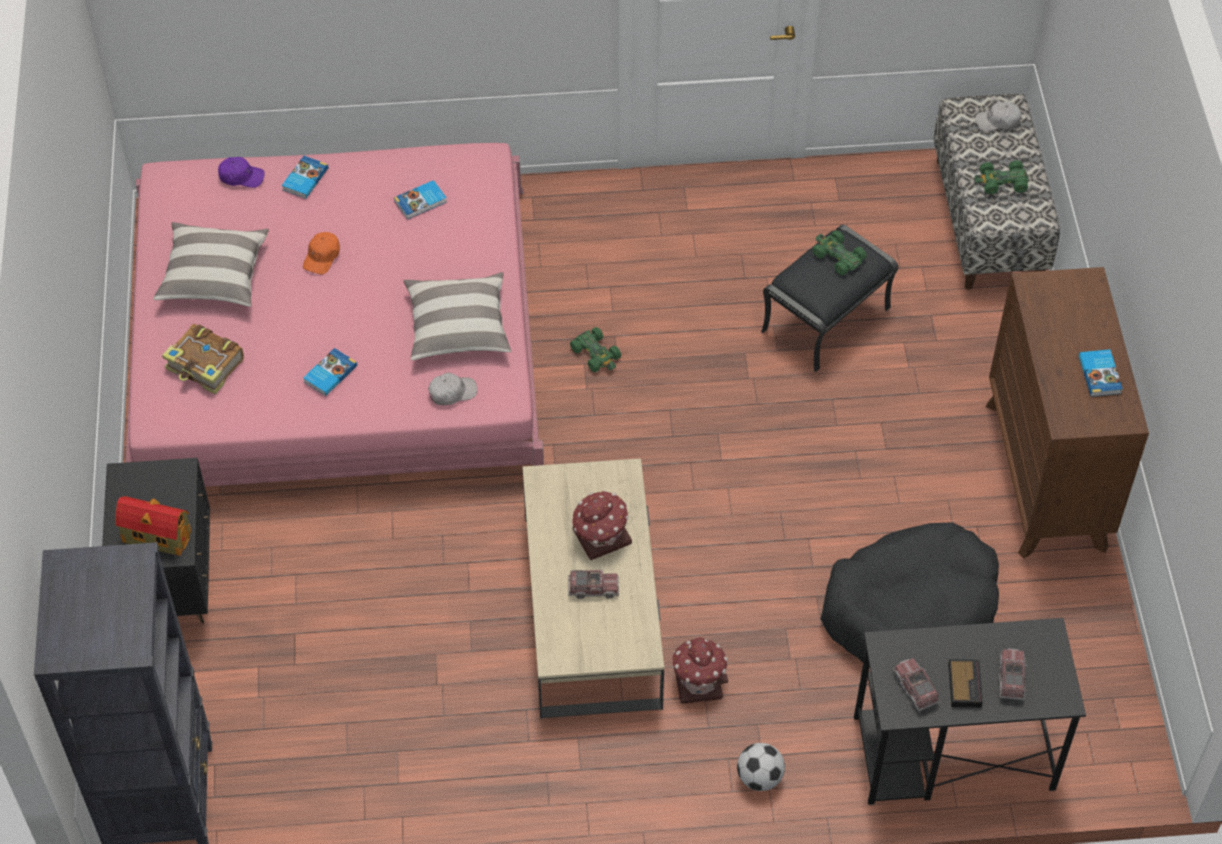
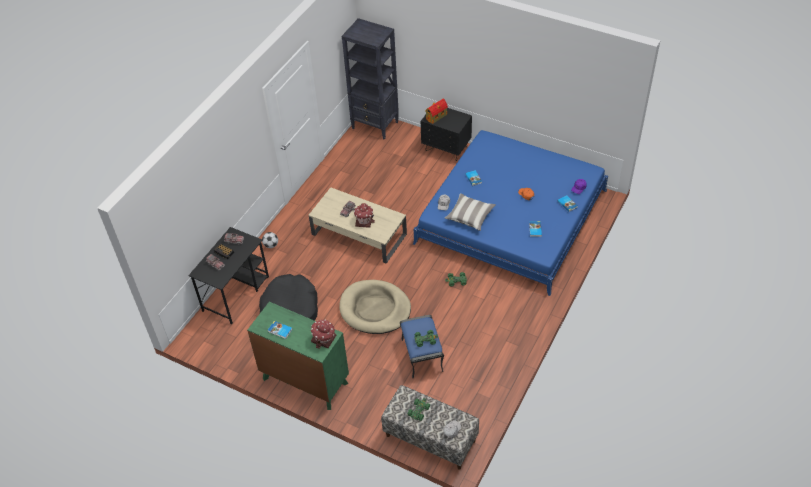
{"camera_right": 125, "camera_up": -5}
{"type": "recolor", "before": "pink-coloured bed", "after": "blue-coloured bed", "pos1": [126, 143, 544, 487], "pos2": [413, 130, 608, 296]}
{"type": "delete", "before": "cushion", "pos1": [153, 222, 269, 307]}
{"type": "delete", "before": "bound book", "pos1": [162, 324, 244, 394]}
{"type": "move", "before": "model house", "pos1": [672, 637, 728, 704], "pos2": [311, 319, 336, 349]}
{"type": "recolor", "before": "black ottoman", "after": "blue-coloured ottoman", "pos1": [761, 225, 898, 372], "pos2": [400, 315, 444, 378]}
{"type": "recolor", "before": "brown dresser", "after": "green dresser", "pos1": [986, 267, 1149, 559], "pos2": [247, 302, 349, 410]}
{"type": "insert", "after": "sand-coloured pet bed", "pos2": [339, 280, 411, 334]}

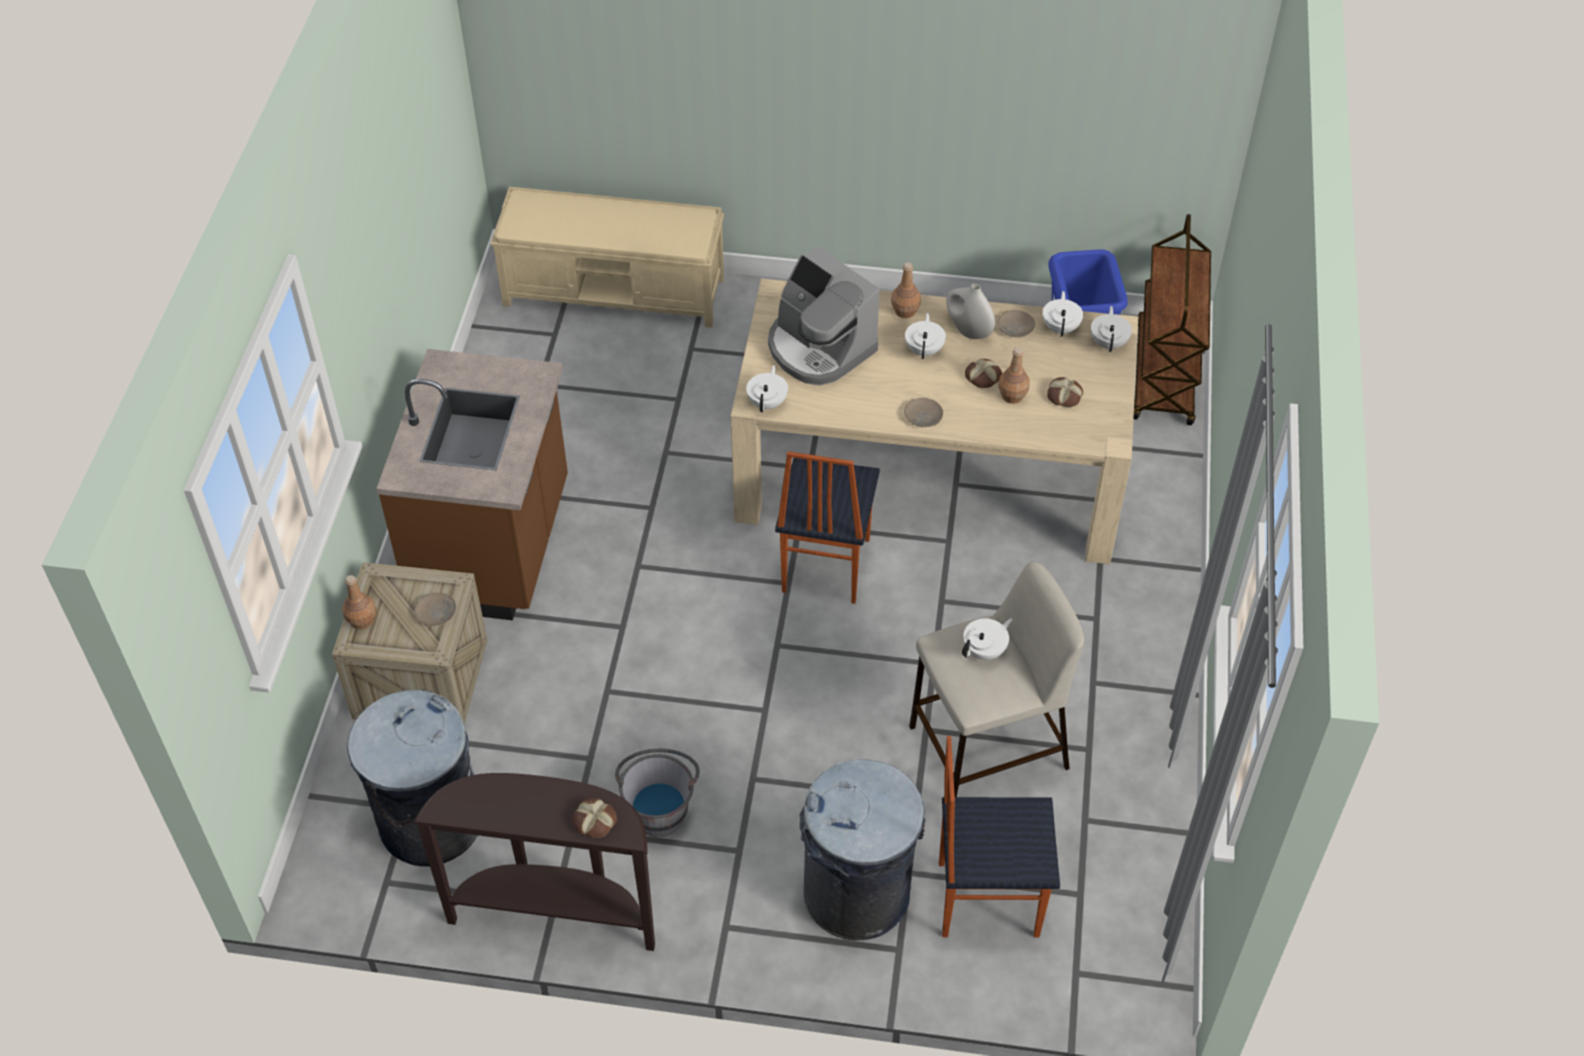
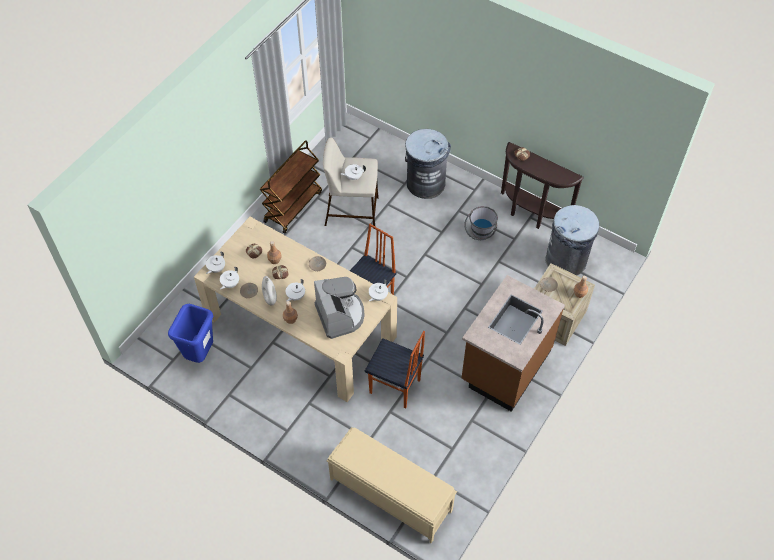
{"camera_right": -155, "camera_up": 5}
{"type": "move", "before": "upright chair", "pos1": [939, 736, 1060, 938], "pos2": [365, 331, 425, 409]}
{"type": "move", "before": "brown wheeled cart", "pos1": [1133, 214, 1211, 425], "pos2": [260, 140, 322, 234]}

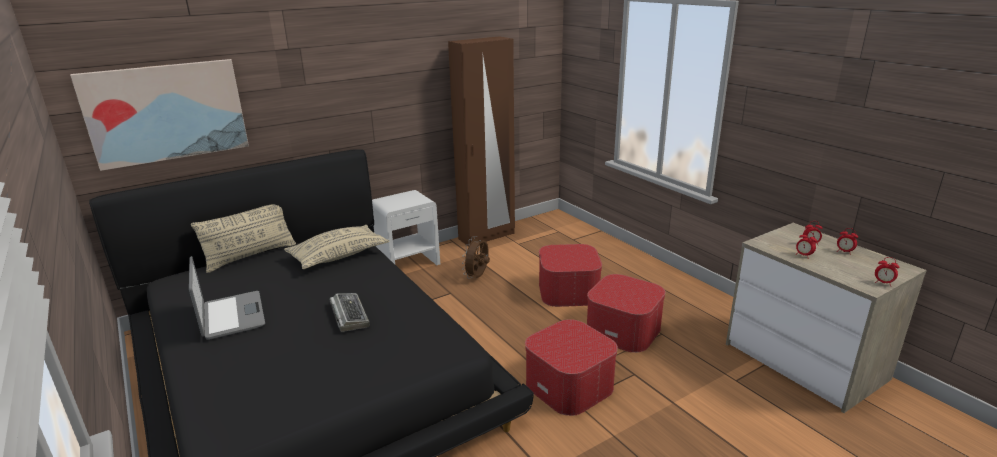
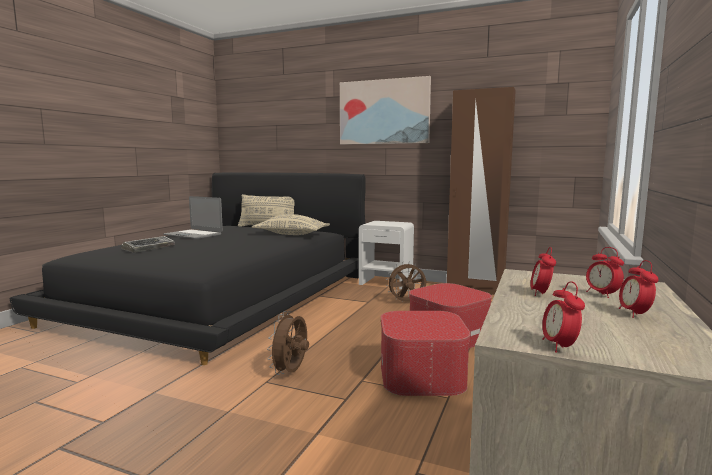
{"camera_right": 55, "camera_up": -15}
{"type": "move", "before": "picture", "pos1": [70, 59, 249, 171], "pos2": [340, 76, 431, 145]}
{"type": "rotate", "before": "laptop", "pos1": [189, 256, 265, 340], "pos2": [163, 196, 223, 239], "turn": 90}
{"type": "move", "before": "keyboard", "pos1": [330, 293, 370, 332], "pos2": [121, 236, 175, 253]}
{"type": "replace", "before": "ottoman", "after": "brown electric fan", "pos1": [525, 319, 618, 416], "pos2": [267, 311, 309, 375]}

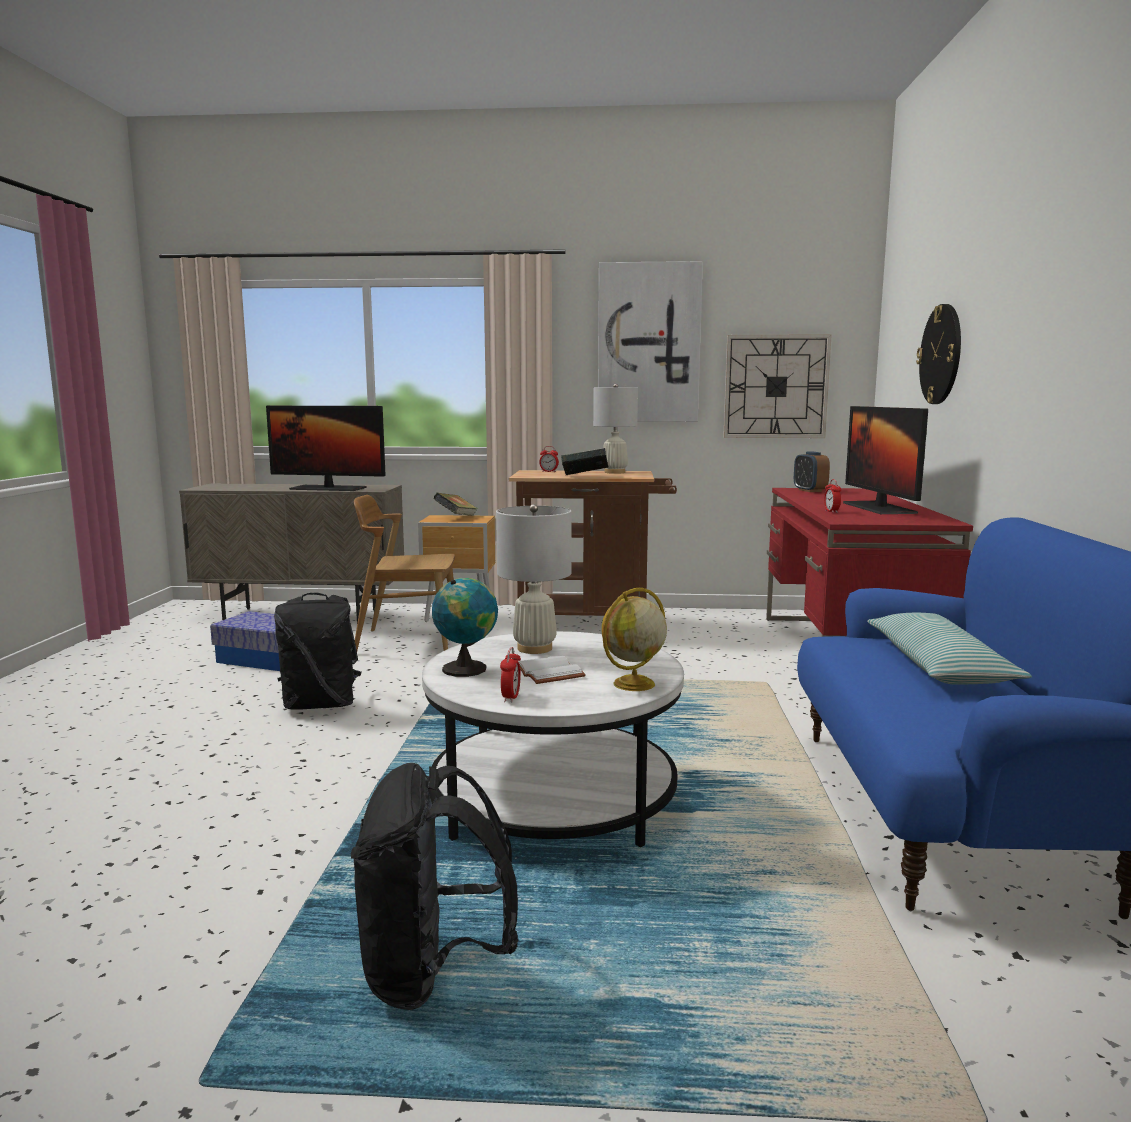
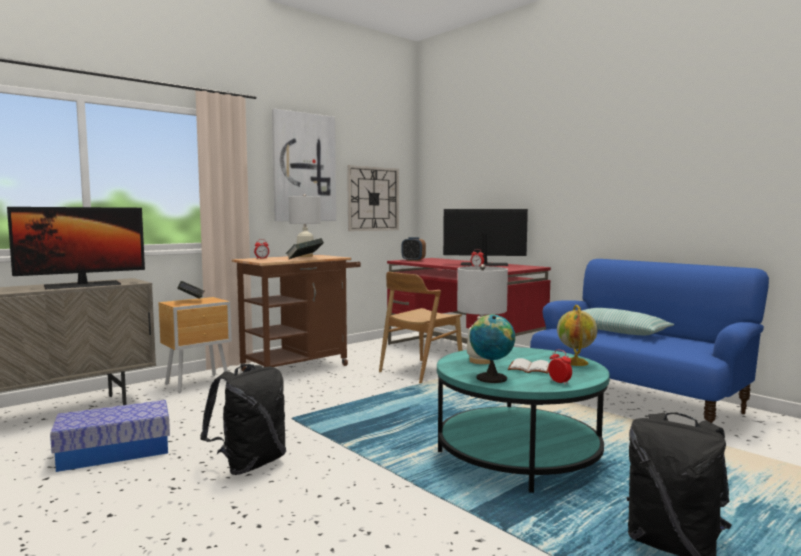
{"camera_right": -45, "camera_up": -5}
{"type": "move", "before": "brown upright chair", "pos1": [354, 495, 455, 651], "pos2": [379, 272, 463, 383]}
{"type": "recolor", "before": "white lounge table", "after": "turquoise-coloured lounge table", "pos1": [422, 631, 684, 847], "pos2": [437, 347, 610, 493]}
{"type": "rotate", "before": "computer display", "pos1": [843, 406, 928, 514], "pos2": [443, 209, 528, 266], "turn": 150}
{"type": "delete", "before": "hanging clock", "pos1": [916, 304, 961, 404]}

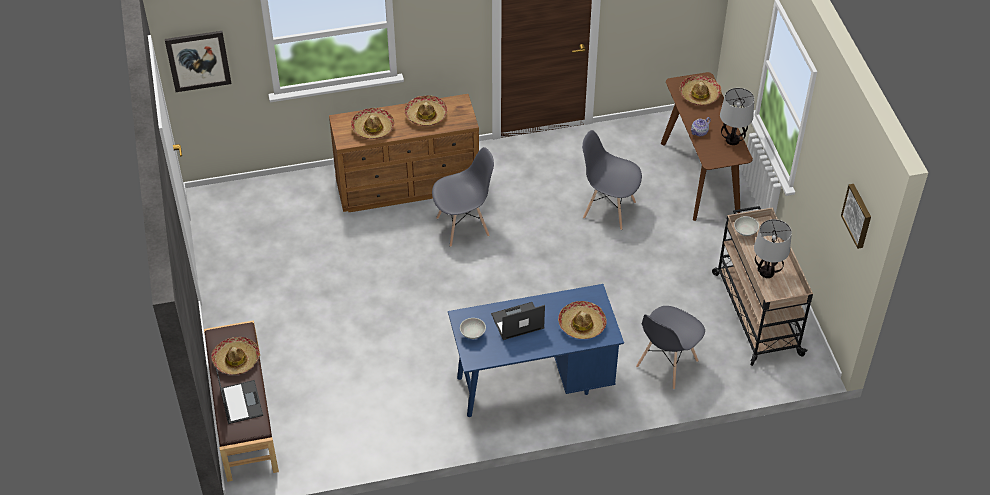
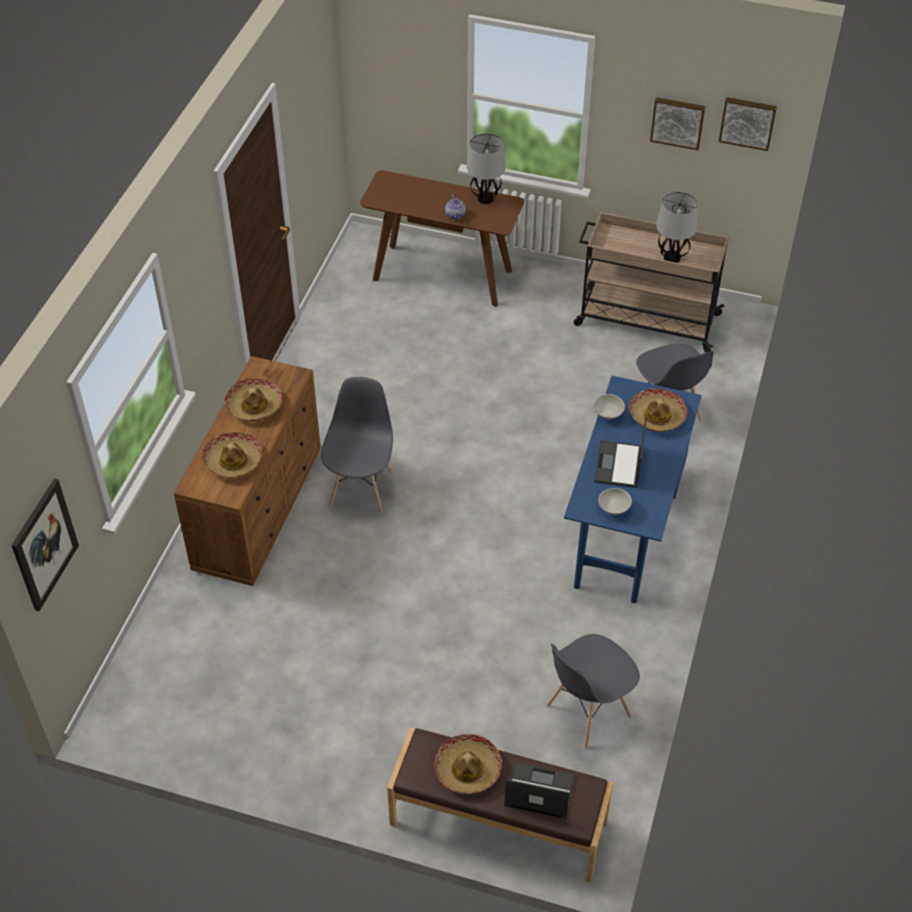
{"camera_right": -60, "camera_up": 0}
{"type": "move", "before": "grey upright chair", "pos1": [582, 130, 642, 230], "pos2": [546, 634, 640, 748]}
{"type": "delete", "before": "clothing hat", "pos1": [679, 75, 721, 106]}
{"type": "move", "before": "white serving bowl", "pos1": [734, 216, 759, 236], "pos2": [593, 394, 625, 420]}
{"type": "insert", "after": "picture", "pos2": [650, 97, 705, 150]}

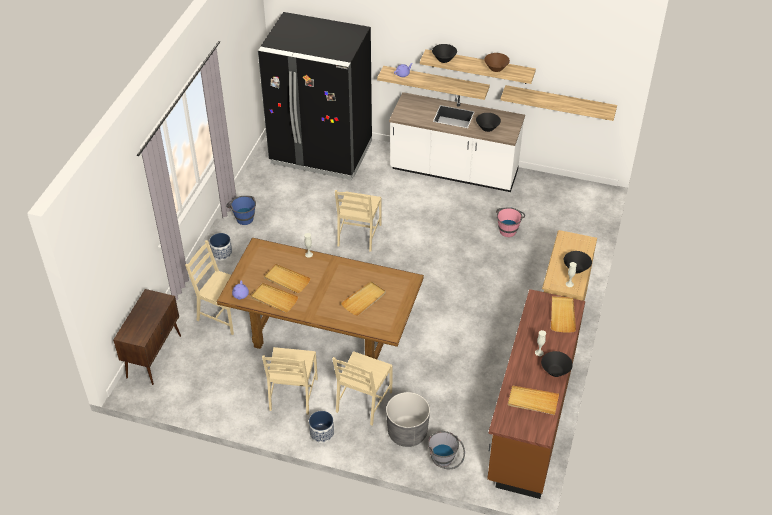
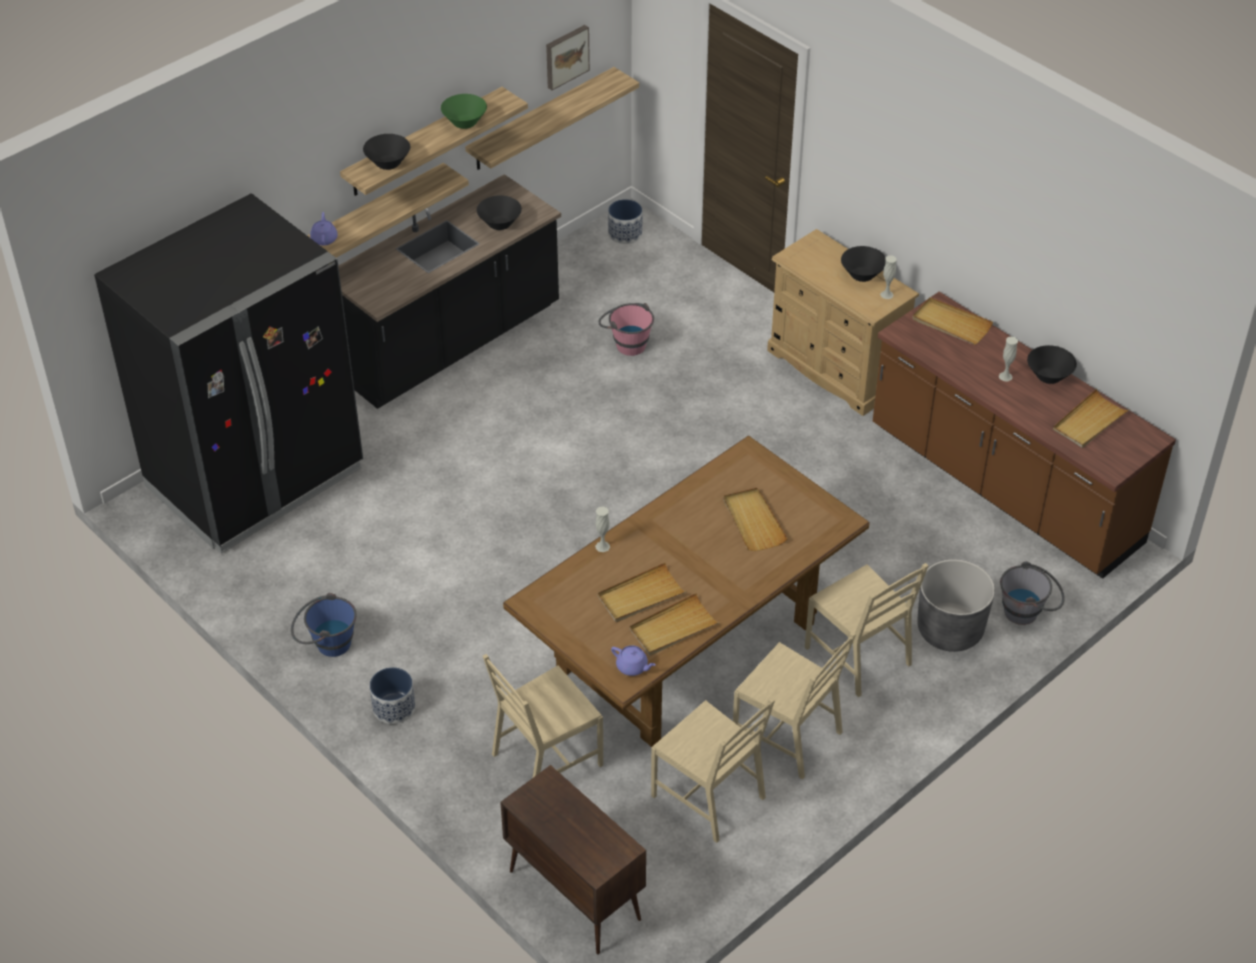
{"camera_right": -60, "camera_up": 0}
{"type": "move", "before": "plant pot", "pos1": [309, 411, 334, 443], "pos2": [608, 199, 642, 244]}
{"type": "move", "before": "sand-coloured upright chair", "pos1": [335, 190, 382, 252], "pos2": [651, 698, 775, 843]}
{"type": "recolor", "before": "white counter", "after": "black counter", "pos1": [389, 92, 525, 192], "pos2": [338, 174, 561, 409]}
{"type": "recolor", "before": "brown serving bowl", "after": "green serving bowl", "pos1": [484, 53, 510, 72], "pos2": [441, 94, 487, 129]}
{"type": "insert", "after": "picture", "pos2": [546, 25, 590, 90]}

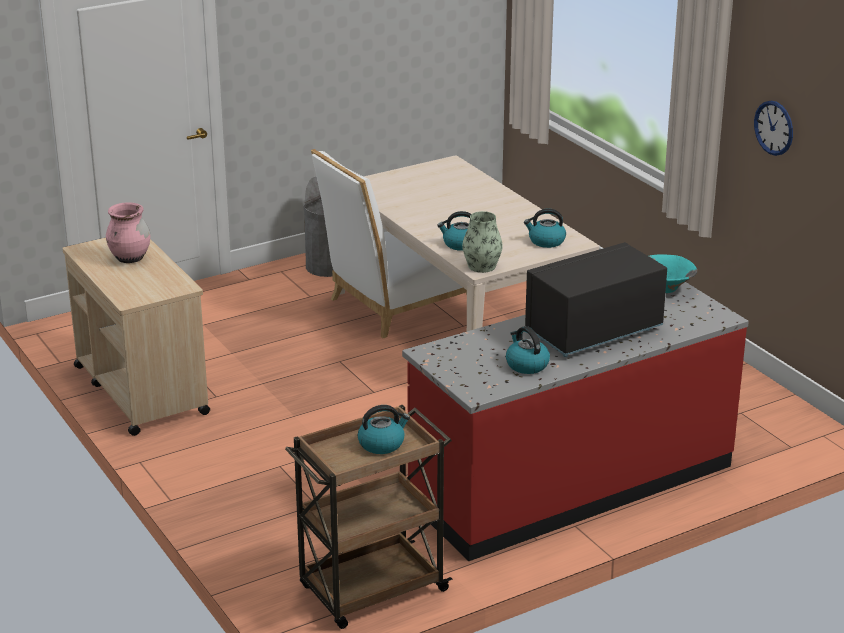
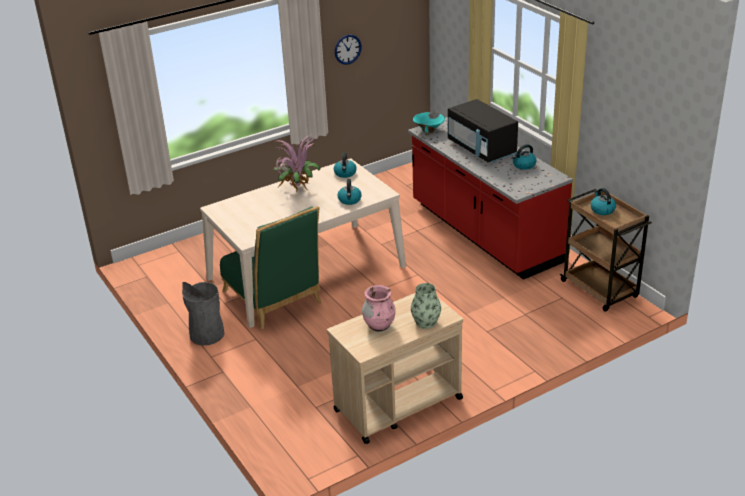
{"camera_right": -90, "camera_up": 5}
{"type": "recolor", "before": "white upright chair", "after": "green upright chair", "pos1": [311, 149, 467, 338], "pos2": [220, 206, 322, 329]}
{"type": "move", "before": "flower vase", "pos1": [462, 211, 503, 273], "pos2": [411, 283, 441, 329]}
{"type": "insert", "after": "plant in a pot", "pos2": [273, 134, 320, 192]}

